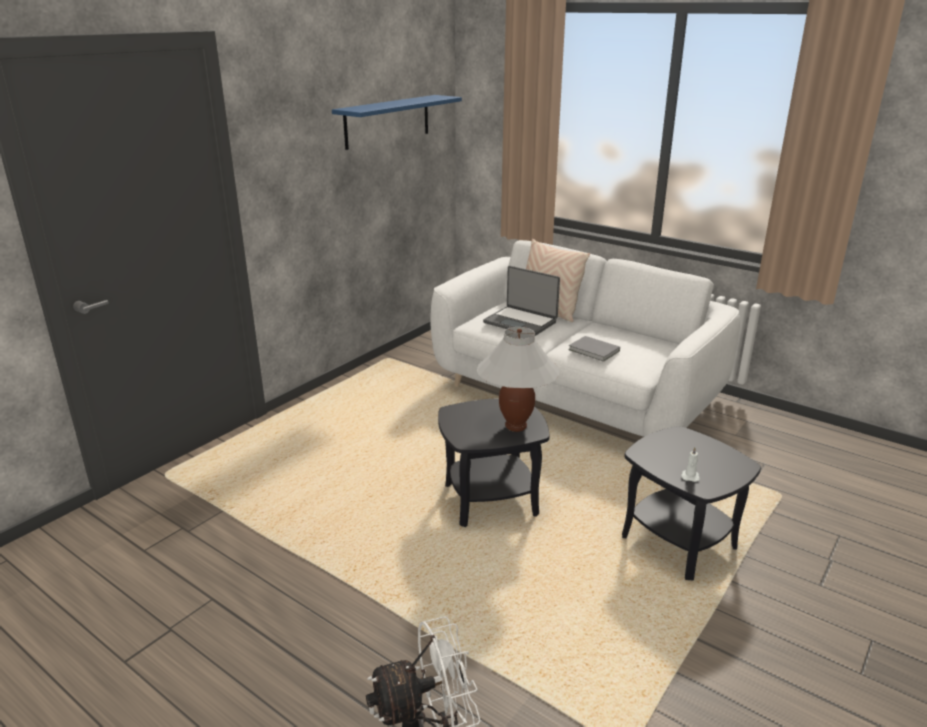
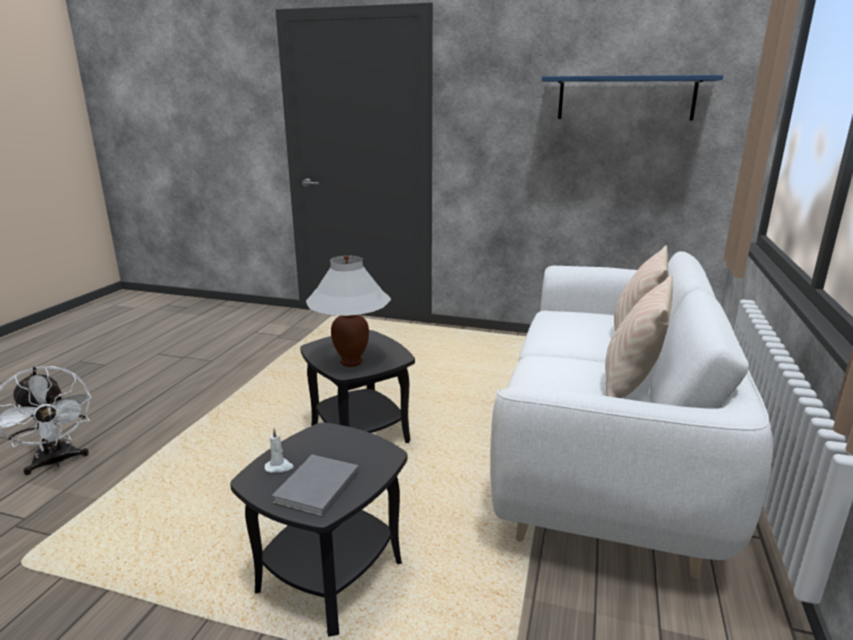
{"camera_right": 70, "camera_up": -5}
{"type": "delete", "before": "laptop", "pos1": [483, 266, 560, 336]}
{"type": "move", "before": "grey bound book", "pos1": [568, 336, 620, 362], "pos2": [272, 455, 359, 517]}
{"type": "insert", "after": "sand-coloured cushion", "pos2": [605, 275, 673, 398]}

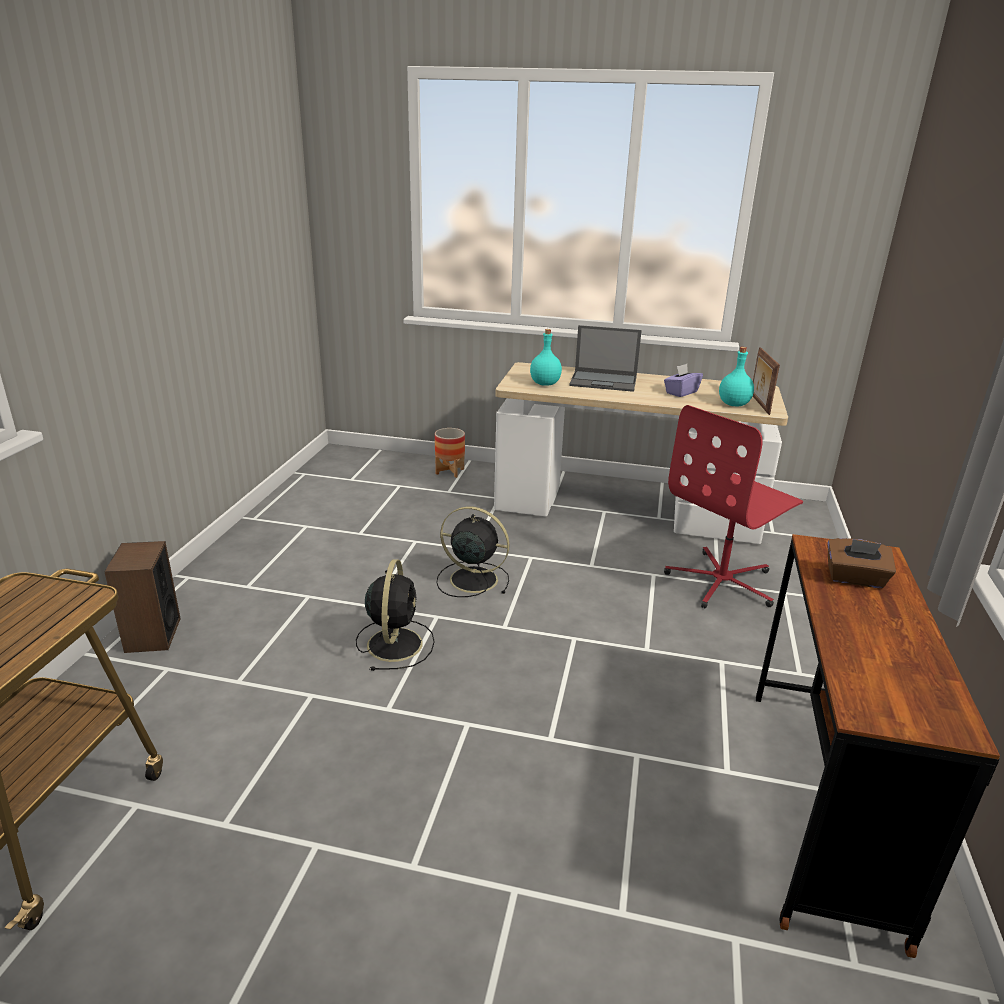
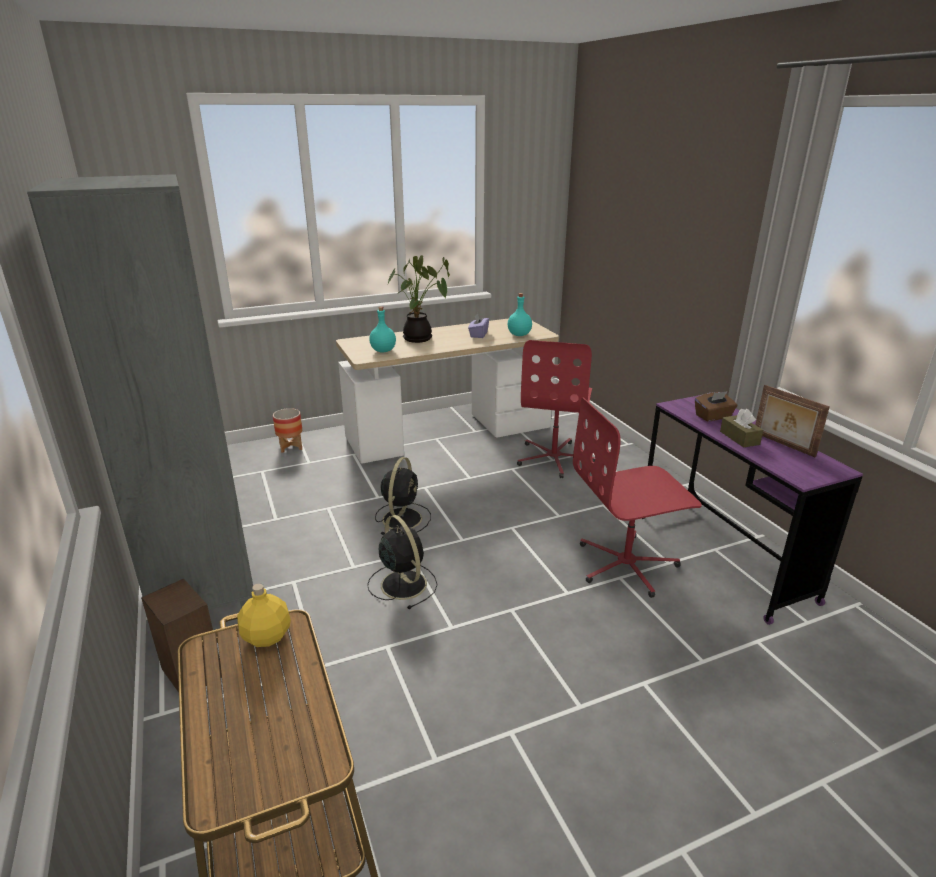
{"camera_right": -35, "camera_up": 0}
{"type": "rotate", "before": "black electric fan", "pos1": [436, 506, 510, 597], "pos2": [375, 457, 431, 535], "turn": 120}
{"type": "replace", "before": "laptop", "after": "plant in a pot", "pos1": [569, 325, 642, 392], "pos2": [387, 255, 450, 343]}
{"type": "move", "before": "photo frame", "pos1": [753, 347, 780, 415], "pos2": [755, 385, 830, 457]}
{"type": "recolor", "before": "brown desk unit", "after": "purple-coloured desk unit", "pos1": [756, 534, 1000, 958], "pos2": [641, 395, 863, 625]}
{"type": "insert", "after": "grey bookshelf", "pos2": [27, 174, 253, 610]}
{"type": "insert", "after": "yellowish drink bottle", "pos2": [237, 583, 291, 647]}
{"type": "insert", "after": "reddish computer chair", "pos2": [573, 397, 702, 598]}
{"type": "insert", "after": "brown tissue box", "pos2": [720, 409, 763, 448]}

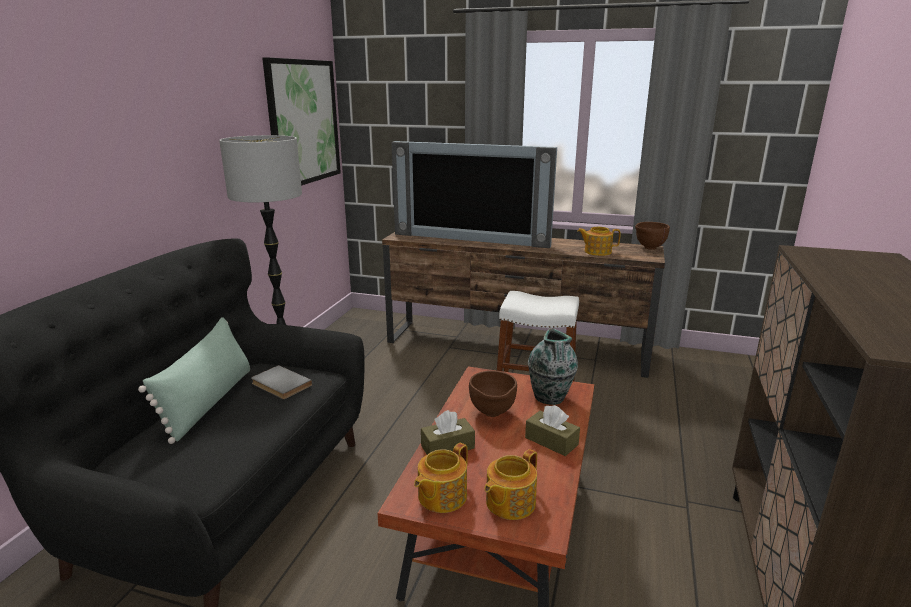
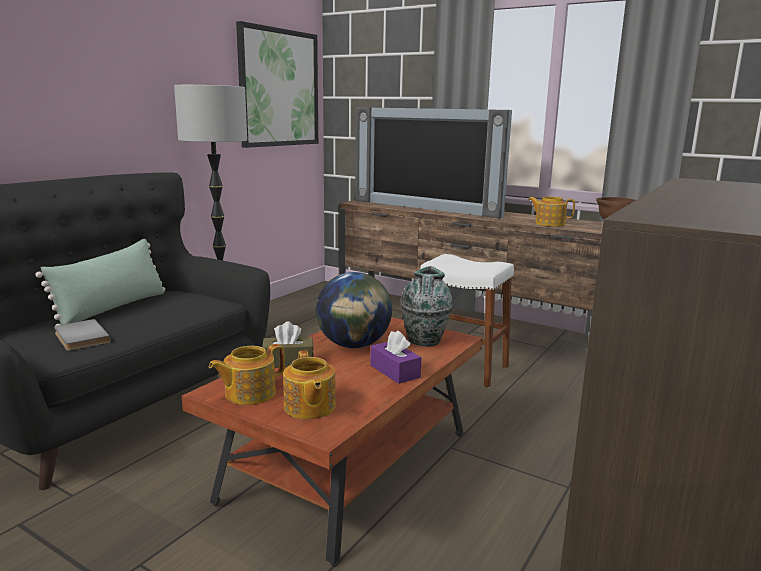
{"camera_right": 15, "camera_up": -5}
{"type": "move", "before": "grey bound book", "pos1": [251, 365, 312, 399], "pos2": [54, 319, 111, 351]}
{"type": "replace", "before": "brown serving bowl", "after": "desk globe", "pos1": [469, 371, 517, 417], "pos2": [316, 272, 392, 348]}
{"type": "rotate", "before": "tea pot", "pos1": [484, 449, 537, 520], "pos2": [283, 351, 336, 419], "turn": -75}
{"type": "recolor", "before": "brown tissue box", "after": "purple-coloured tissue box", "pos1": [525, 405, 580, 456], "pos2": [370, 330, 421, 384]}

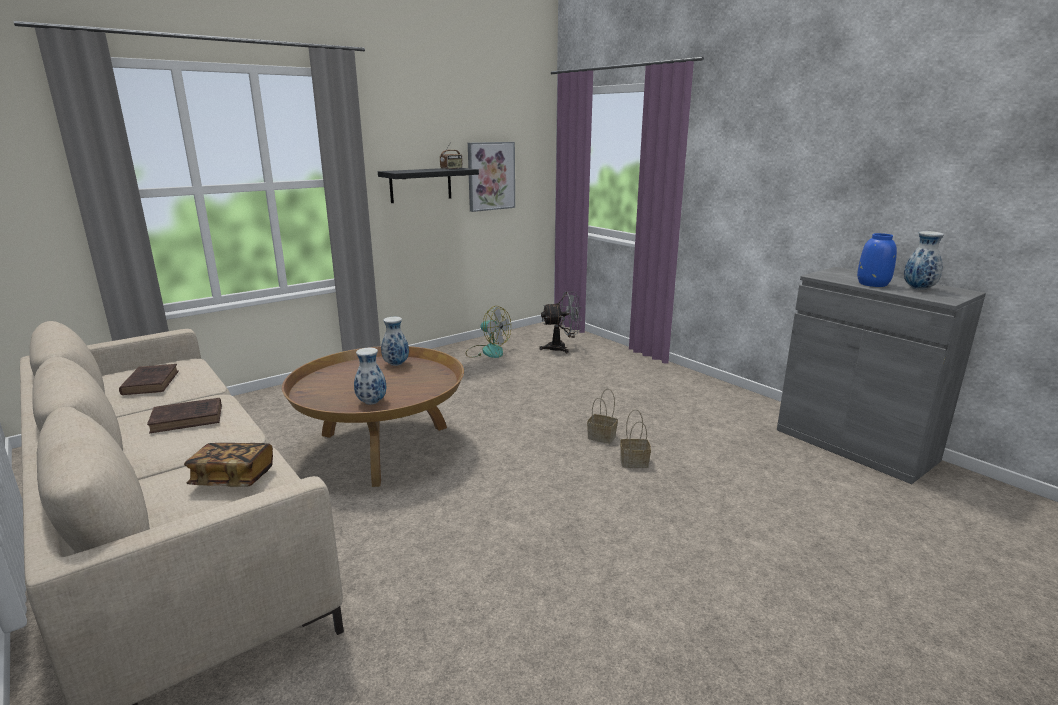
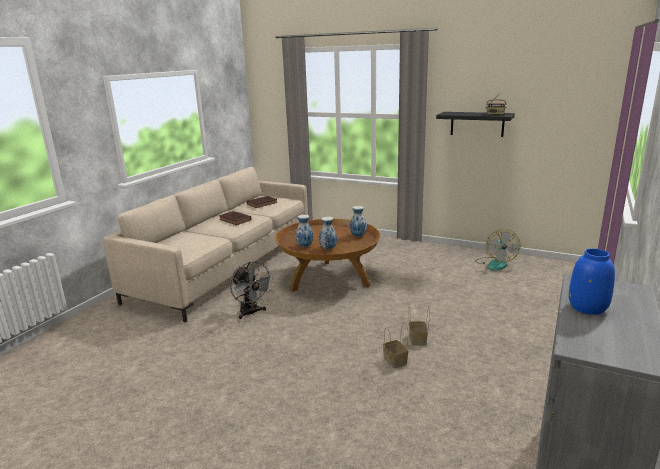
{"camera_right": 65, "camera_up": 0}
{"type": "delete", "before": "bound book", "pos1": [184, 443, 273, 487]}
{"type": "delete", "before": "picture", "pos1": [468, 142, 515, 212]}
{"type": "move", "before": "grey electric fan", "pos1": [539, 292, 582, 353], "pos2": [230, 262, 274, 319]}
{"type": "move", "before": "flower vase", "pos1": [904, 231, 944, 290], "pos2": [319, 217, 337, 250]}

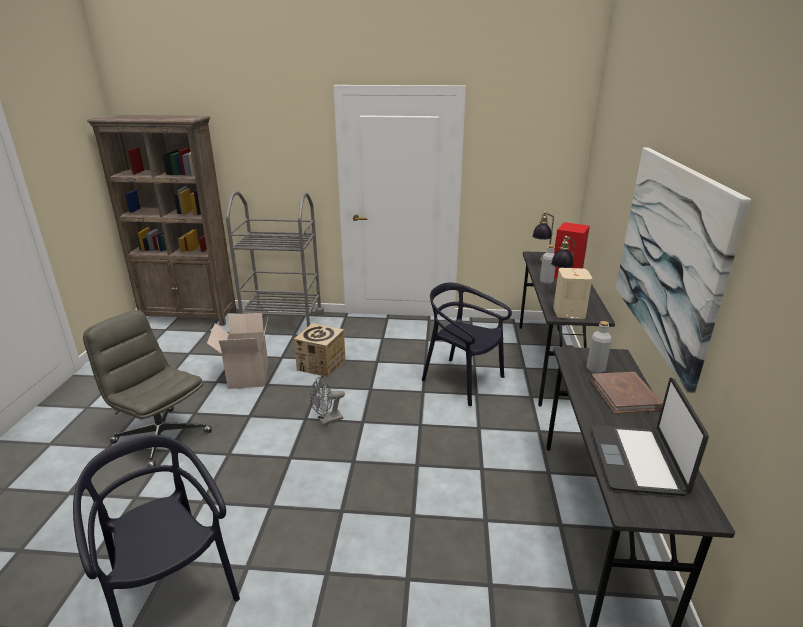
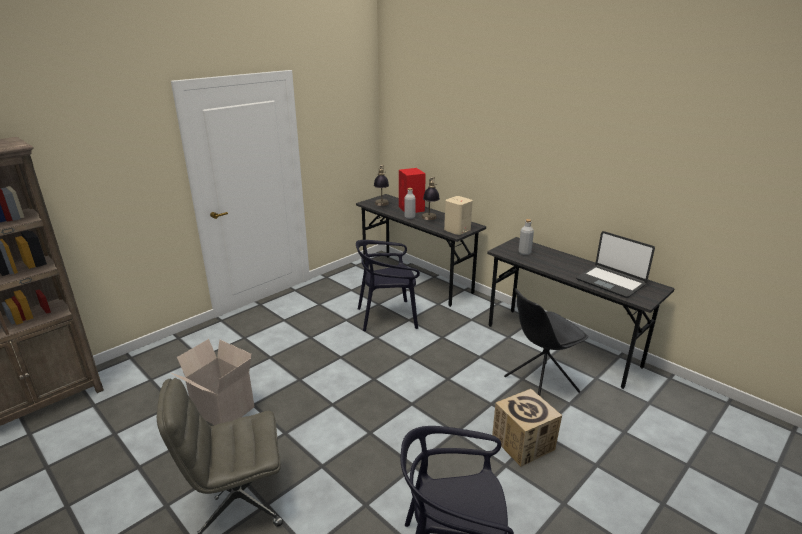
{"camera_right": -50, "camera_up": 0}
{"type": "delete", "before": "grey wheeled cart", "pos1": [226, 191, 324, 329]}
{"type": "move", "before": "carton", "pos1": [294, 323, 346, 377], "pos2": [492, 389, 562, 467]}
{"type": "delete", "before": "grey electric fan", "pos1": [310, 377, 345, 425]}
{"type": "delete", "before": "brown bound book", "pos1": [591, 372, 662, 414]}
{"type": "delete", "before": "picture", "pos1": [616, 148, 751, 393]}
{"type": "insert", "after": "black upright chair", "pos2": [504, 288, 588, 396]}

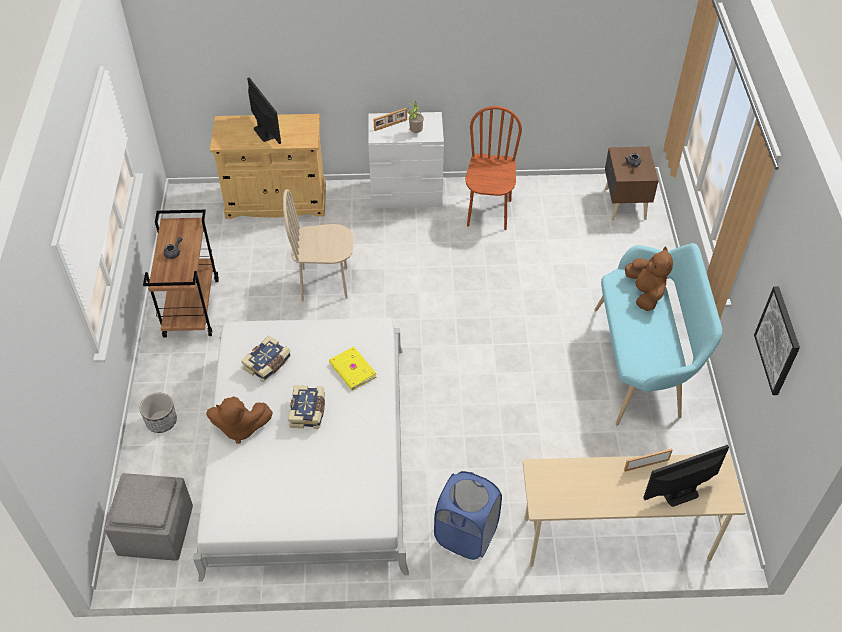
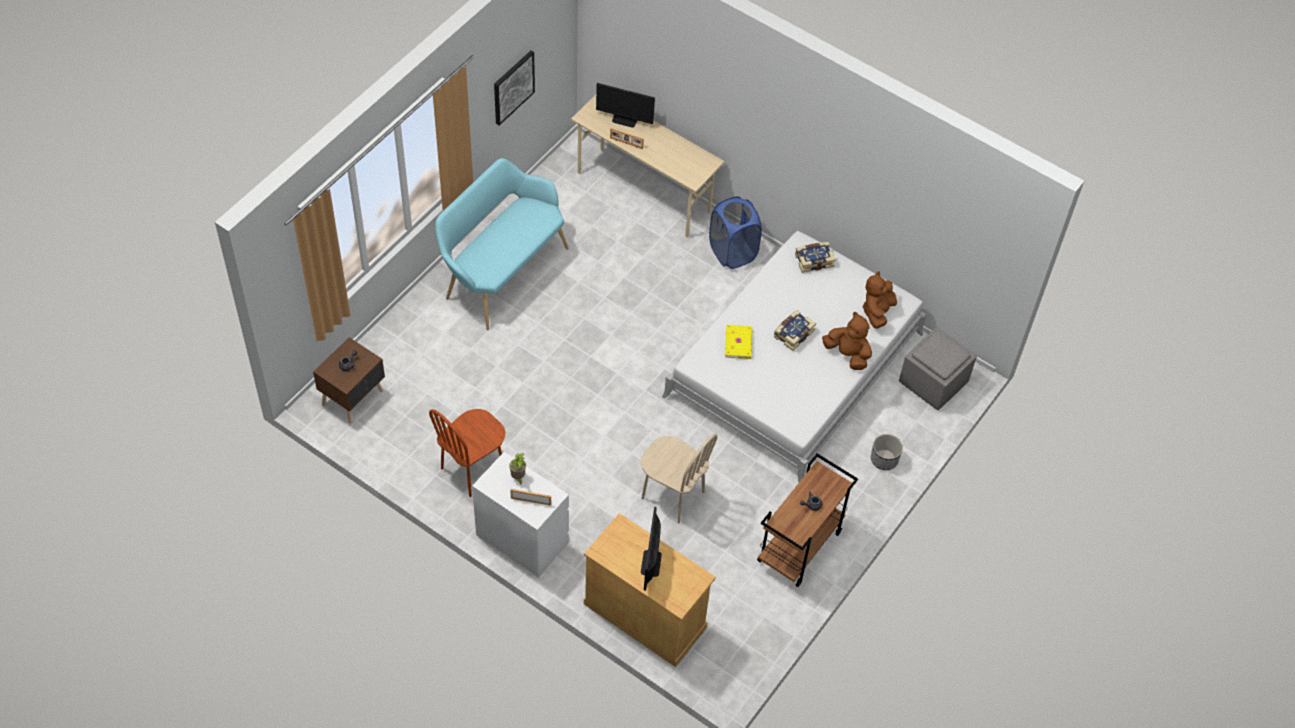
{"camera_right": -145, "camera_up": 5}
{"type": "move", "before": "bound book", "pos1": [241, 336, 291, 382], "pos2": [795, 242, 836, 273]}
{"type": "move", "before": "brown plush toy", "pos1": [625, 247, 673, 311], "pos2": [863, 271, 897, 329]}

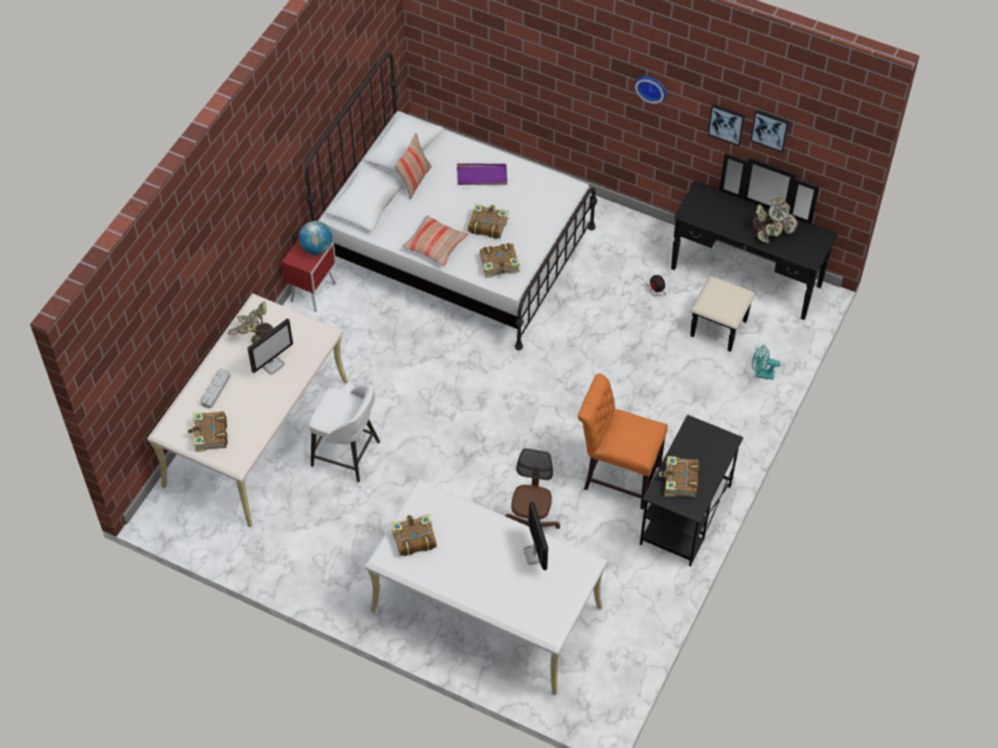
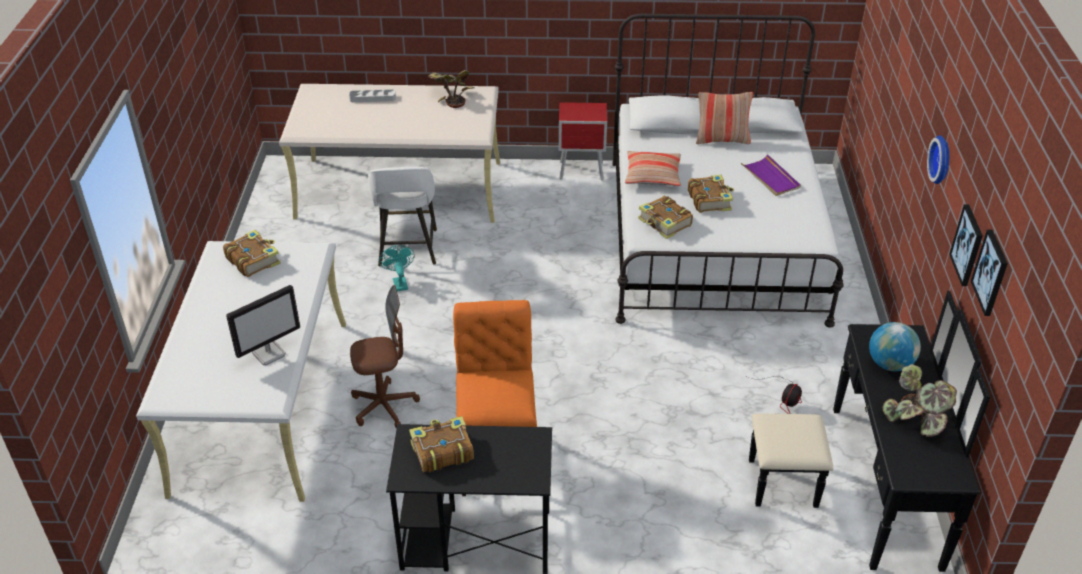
{"camera_right": 65, "camera_up": -15}
{"type": "delete", "before": "bound book", "pos1": [187, 411, 228, 452]}
{"type": "delete", "before": "computer display", "pos1": [248, 319, 293, 374]}
{"type": "move", "before": "desk globe", "pos1": [299, 221, 333, 255], "pos2": [869, 322, 921, 371]}
{"type": "move", "before": "turquoise-coloured electric fan", "pos1": [752, 345, 781, 380], "pos2": [379, 245, 415, 292]}

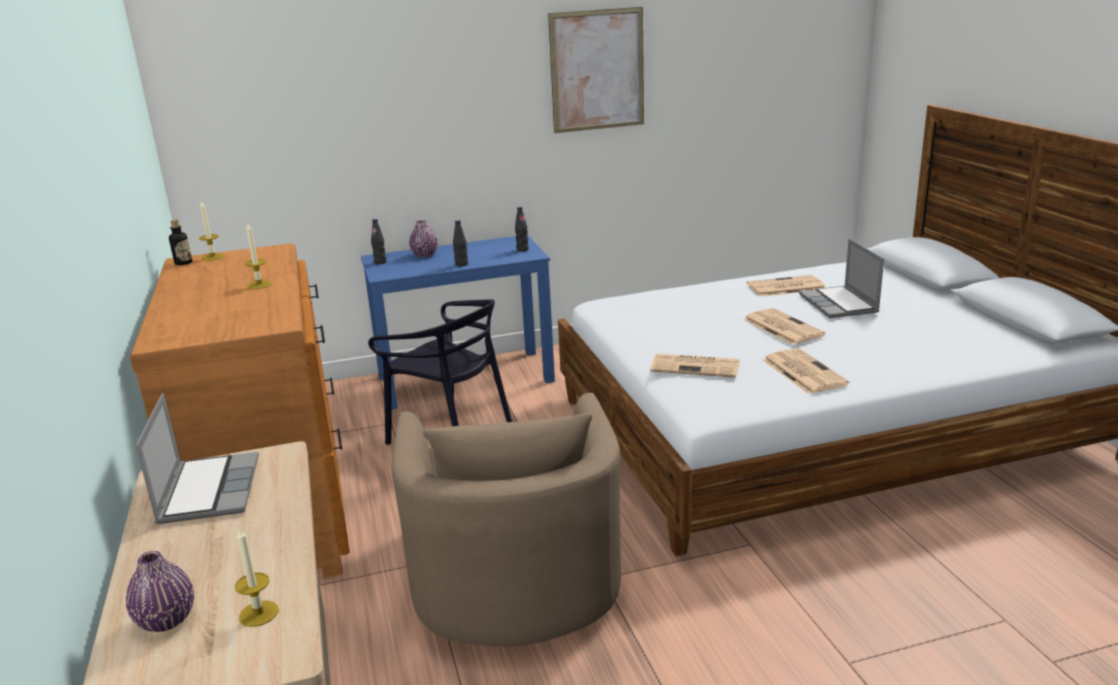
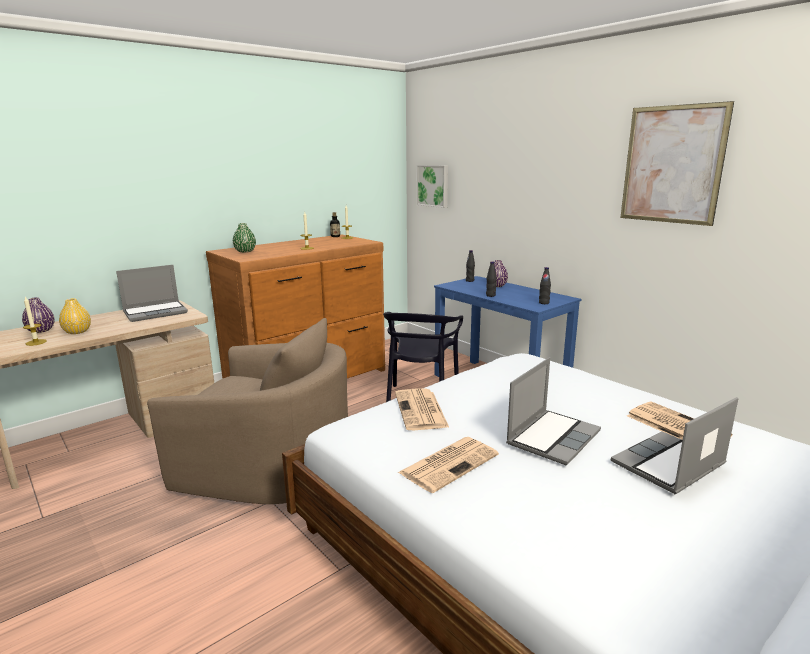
{"camera_right": 65, "camera_up": -5}
{"type": "rotate", "before": "sand-coloured armchair", "pos1": [392, 393, 621, 646], "pos2": [147, 318, 348, 504], "turn": -135}
{"type": "replace", "before": "newspaper", "after": "laptop", "pos1": [743, 308, 825, 345], "pos2": [506, 357, 601, 465]}
{"type": "insert", "after": "yellowish flower vase", "pos2": [59, 298, 91, 334]}
{"type": "insert", "after": "green flower vase", "pos2": [233, 223, 256, 253]}
{"type": "insert", "after": "picture", "pos2": [417, 165, 448, 208]}

